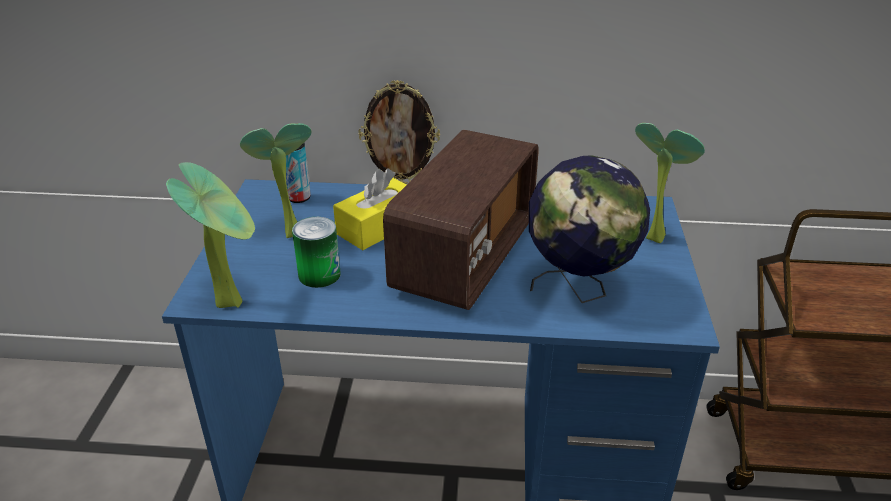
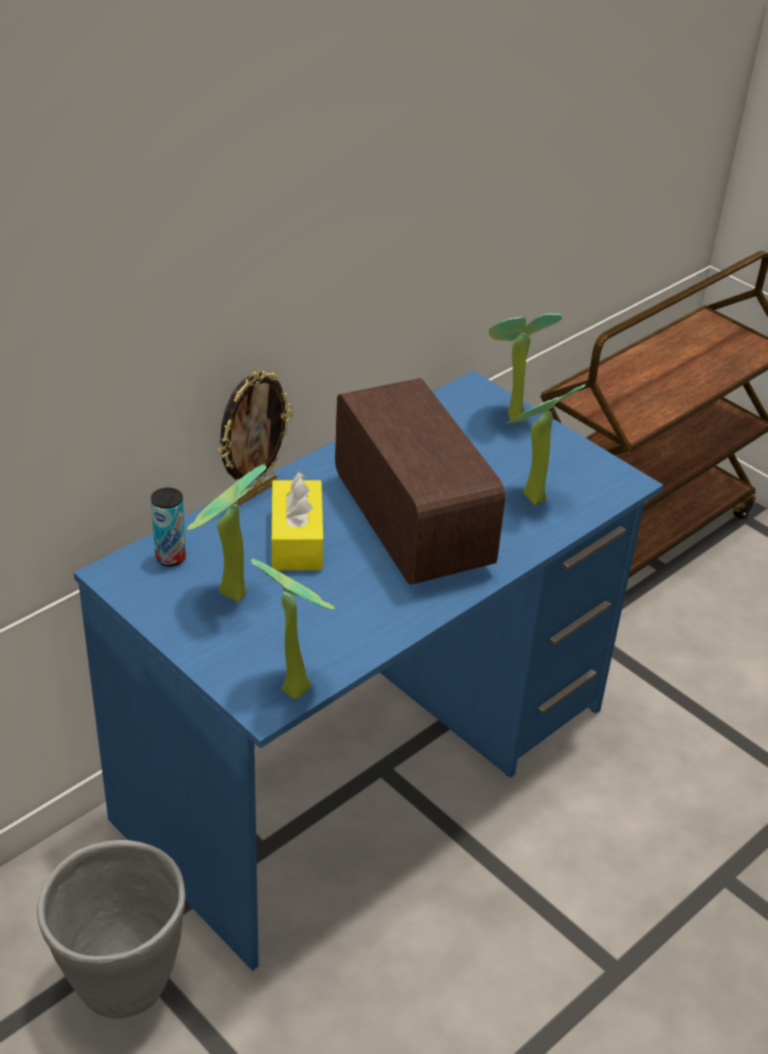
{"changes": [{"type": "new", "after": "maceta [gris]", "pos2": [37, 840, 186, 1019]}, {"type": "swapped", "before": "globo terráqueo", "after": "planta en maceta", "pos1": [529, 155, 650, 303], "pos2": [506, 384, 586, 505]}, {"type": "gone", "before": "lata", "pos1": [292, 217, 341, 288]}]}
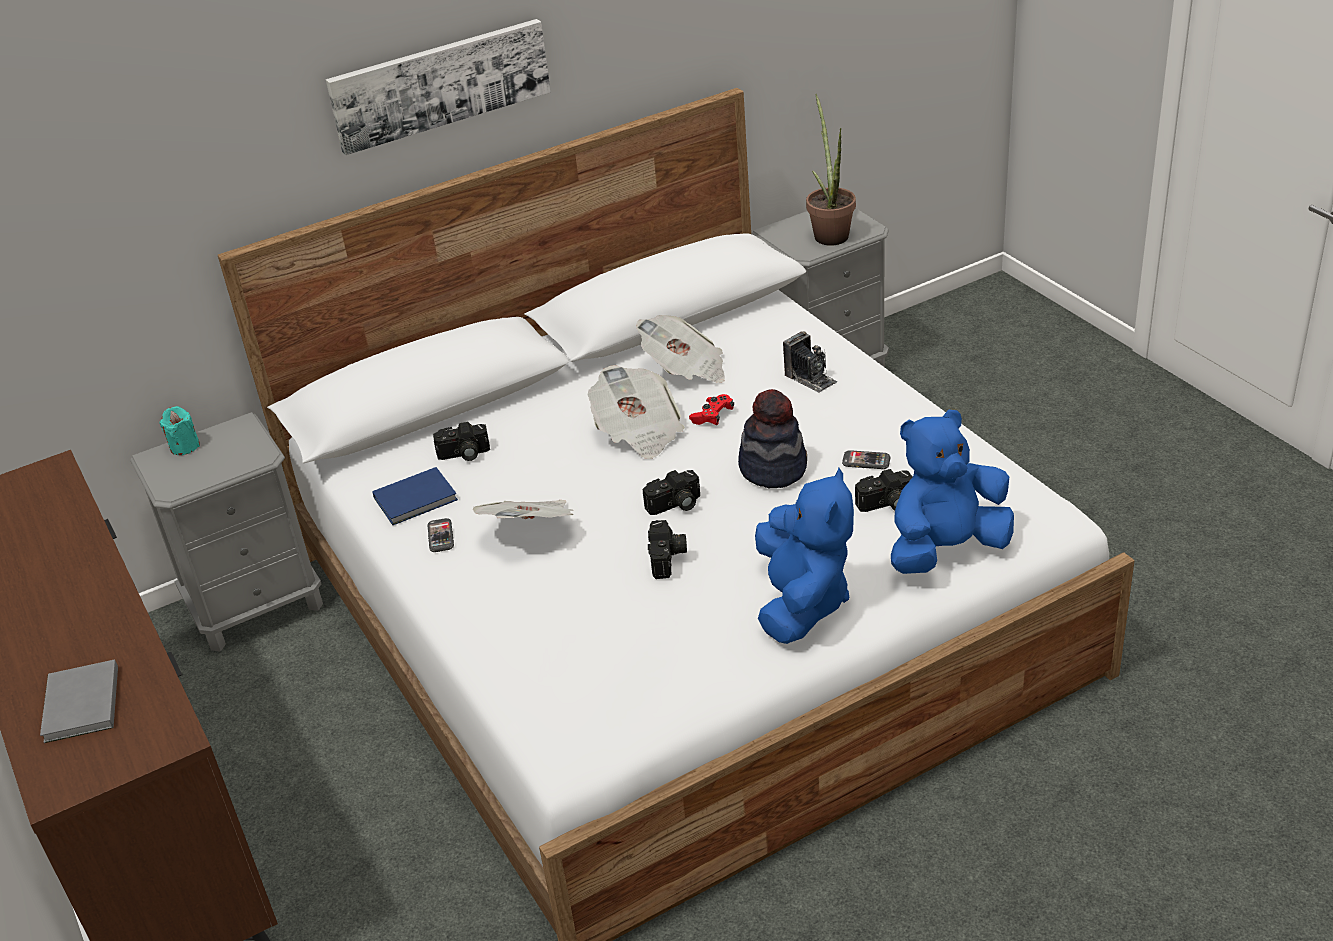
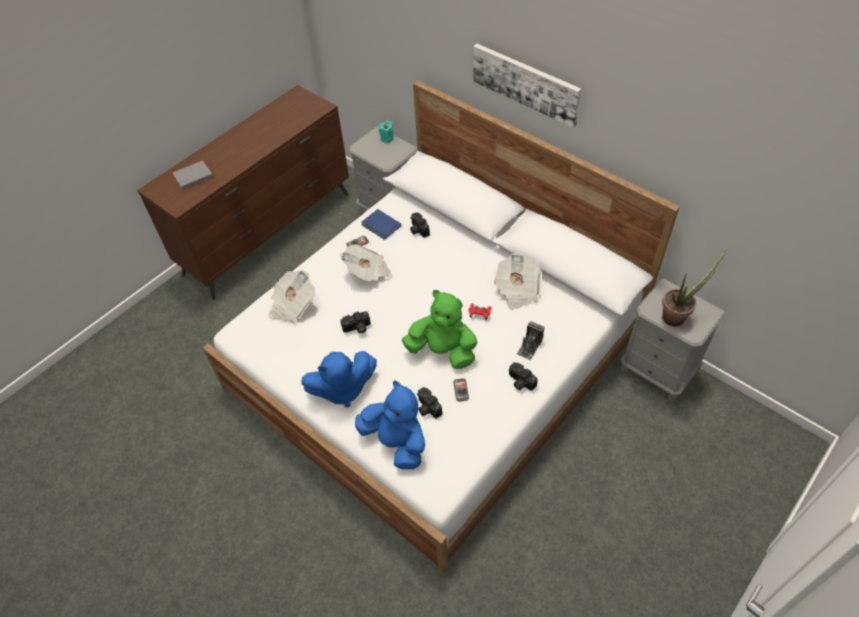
{"changes": [{"type": "shifted", "before": "periódico", "pos1": [588, 365, 685, 459], "pos2": [269, 270, 315, 323]}, {"type": "swapped", "before": "sombrero", "after": "peluche [verde]", "pos1": [738, 389, 807, 488], "pos2": [402, 290, 477, 369]}, {"type": "shifted", "before": "cámara", "pos1": [643, 470, 700, 515], "pos2": [508, 362, 538, 391]}]}
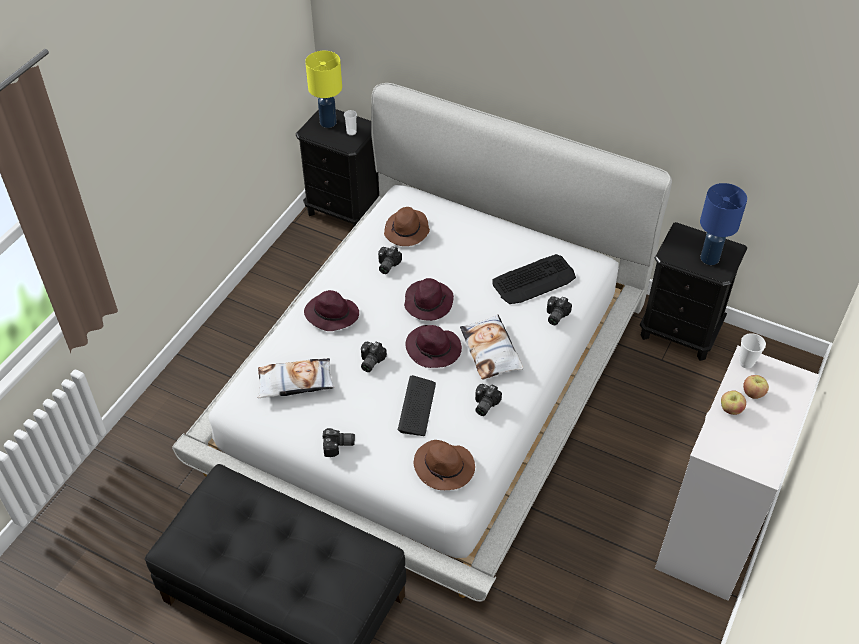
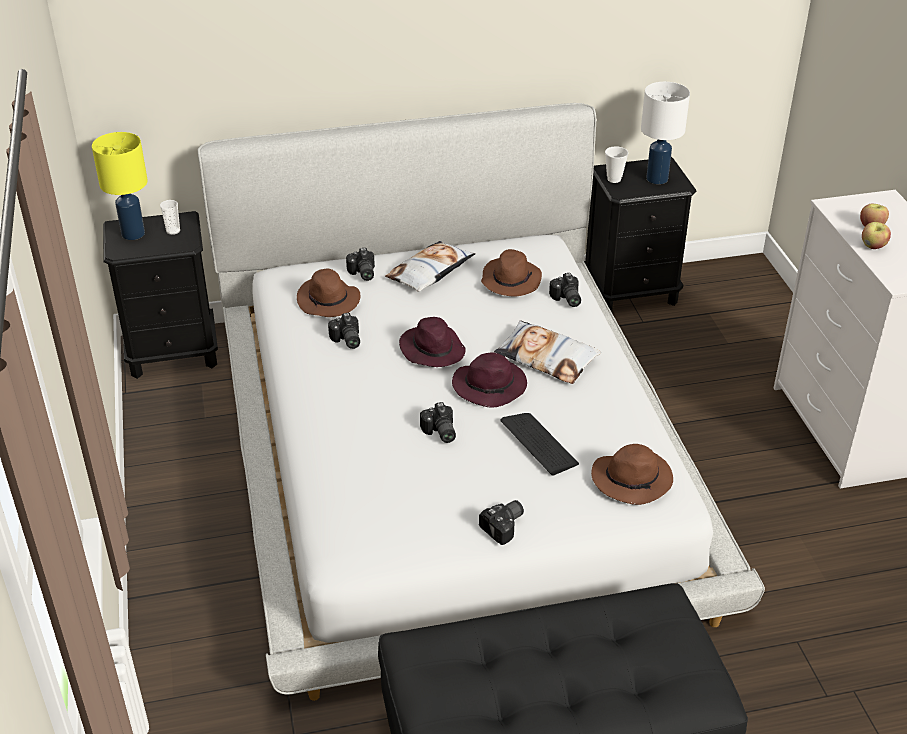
{"changes": [{"type": "shifted", "before": "cámara", "pos1": [475, 384, 502, 416], "pos2": [346, 248, 375, 281]}, {"type": "shifted", "before": "cojín", "pos1": [257, 358, 335, 398], "pos2": [385, 241, 476, 292]}, {"type": "swapped", "before": "teclado", "after": "sombrero [marrón]", "pos1": [492, 254, 576, 304], "pos2": [481, 249, 542, 297]}, {"type": "shifted", "before": "taza", "pos1": [739, 333, 766, 369], "pos2": [605, 146, 628, 183]}, {"type": "repainted", "before": "lámpara de mesa [azul]", "after": "lámpara de mesa [blanco]", "pos1": [700, 183, 747, 265], "pos2": [641, 82, 690, 184]}, {"type": "gone", "before": "sombrero [morado]", "pos1": [304, 290, 359, 331]}]}
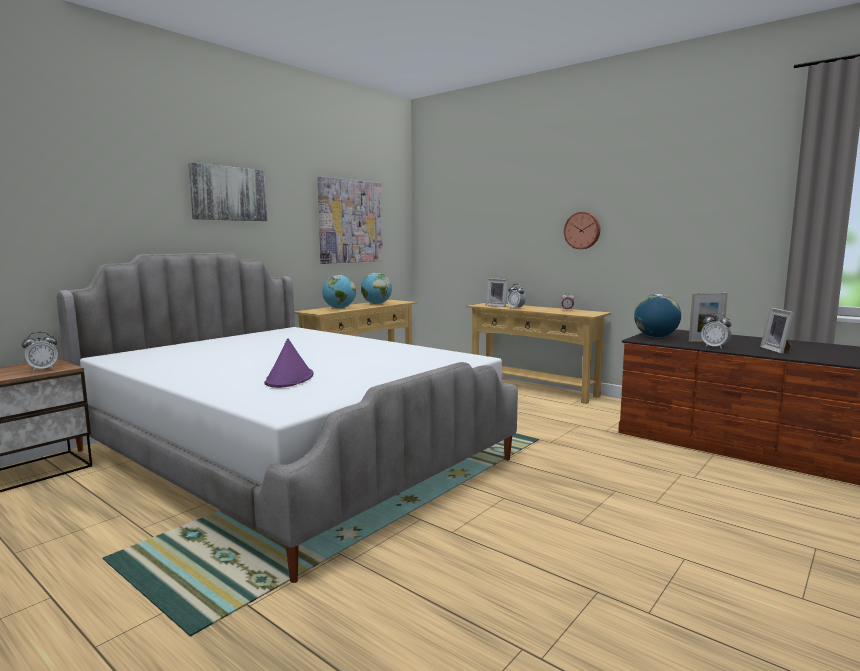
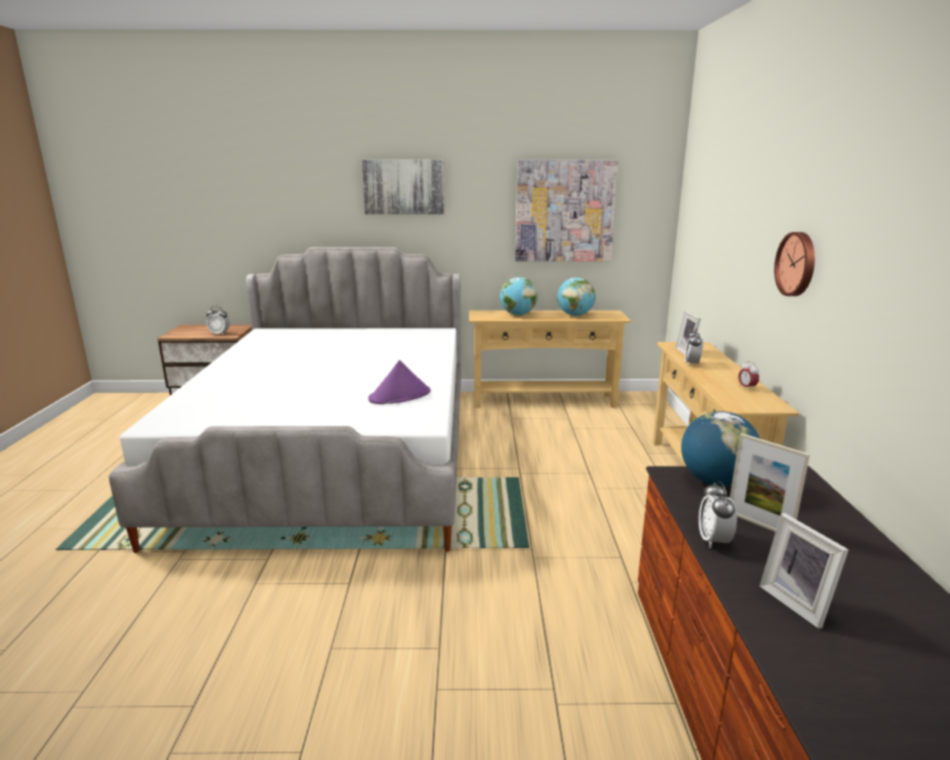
{"changes": [{"type": "shifted", "before": "sombrero [morado]", "pos1": [264, 338, 314, 388], "pos2": [368, 360, 431, 404]}, {"type": "rotated", "before": "portarretratos", "pos1": [760, 308, 794, 354], "pos2": [760, 513, 849, 629], "turn": -75}]}
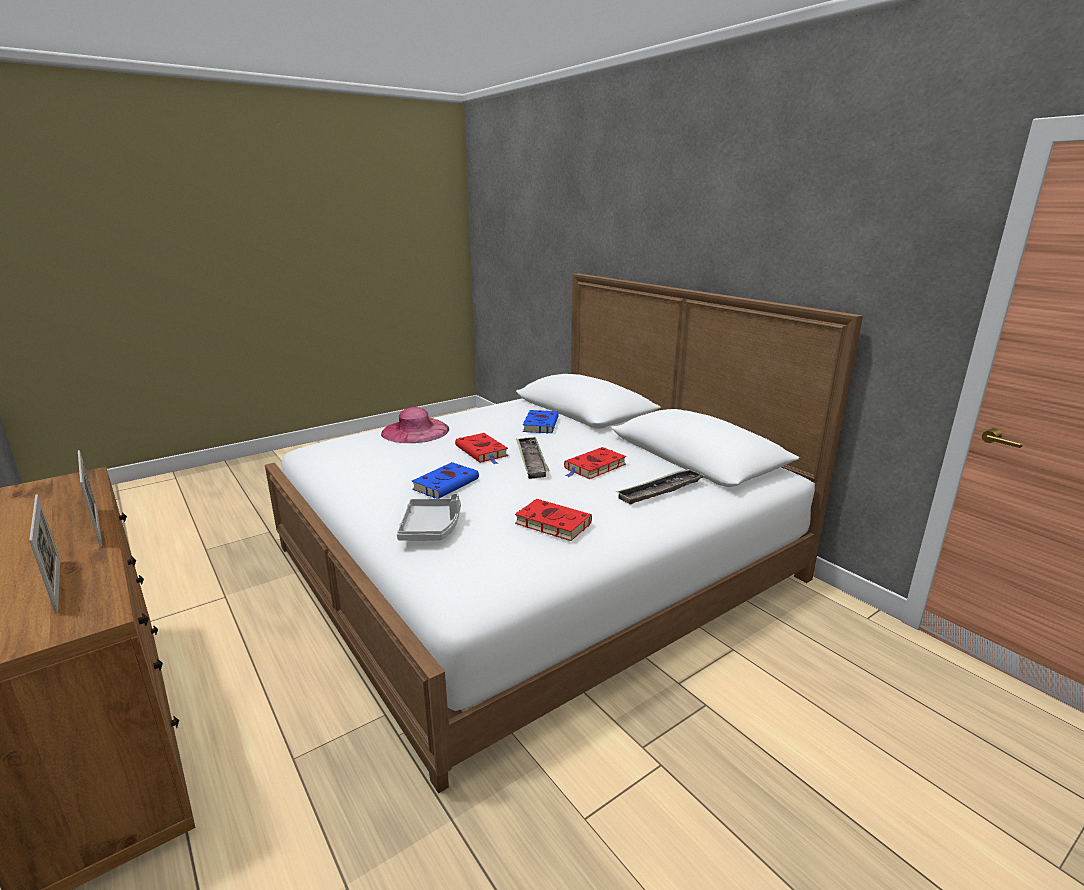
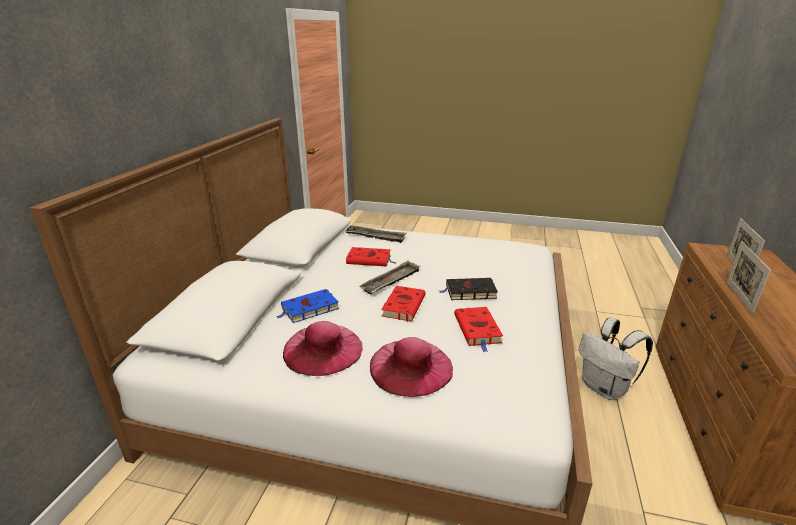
{"changes": [{"type": "new", "after": "sombrero [rosa]", "pos2": [283, 321, 363, 376]}, {"type": "repainted", "before": "libro [azul]", "after": "libro [negro]", "pos1": [412, 462, 479, 499], "pos2": [439, 278, 498, 300]}, {"type": "shifted", "before": "libro [rojo]", "pos1": [515, 499, 592, 541], "pos2": [454, 307, 503, 352]}, {"type": "new", "after": "mochila [blanco]", "pos2": [579, 317, 653, 400]}, {"type": "gone", "before": "bandeja [gris]", "pos1": [397, 493, 461, 541]}]}
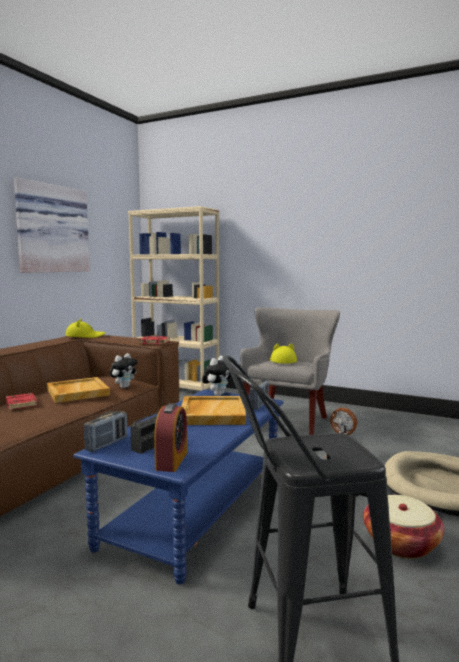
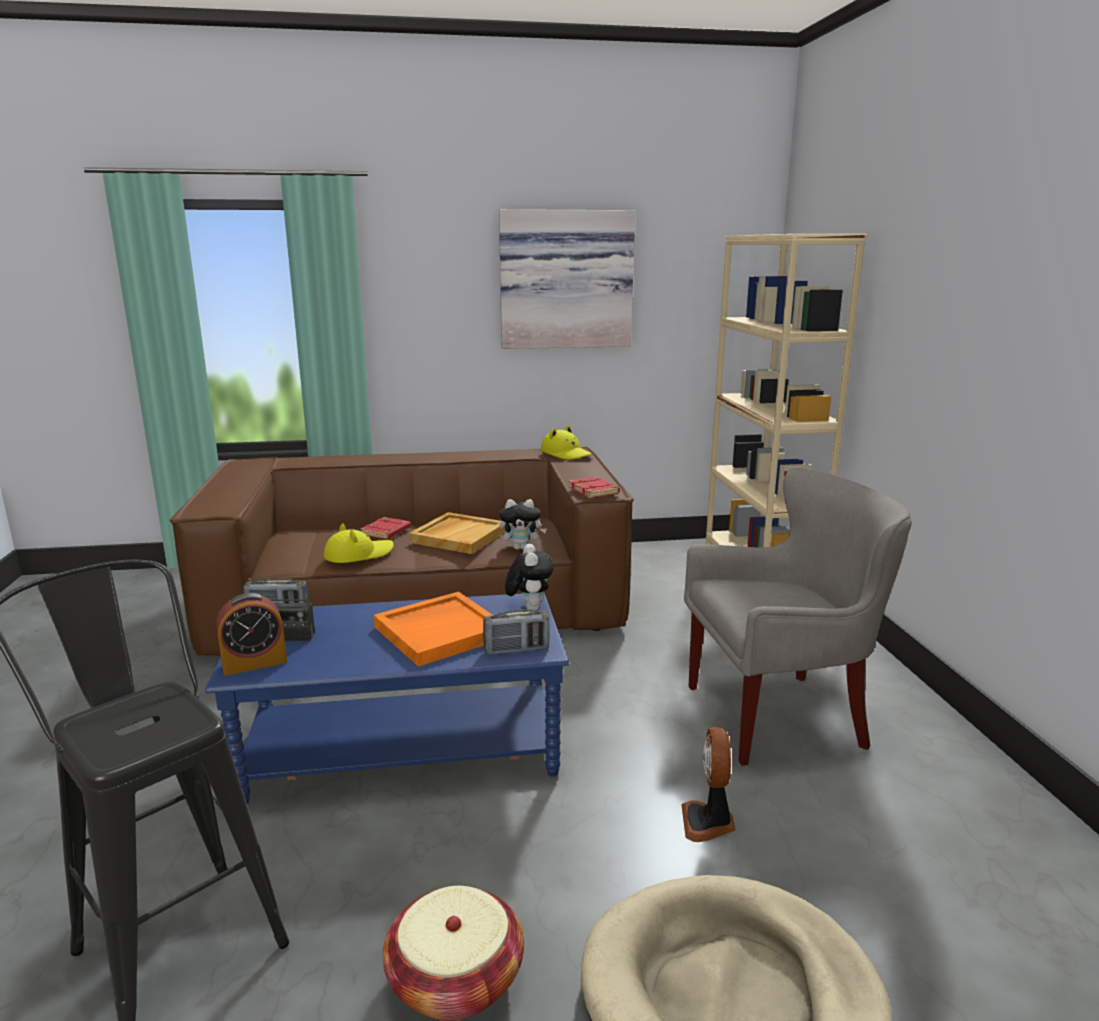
{"changes": [{"type": "shifted", "before": "sombrero [amarillo]", "pos1": [270, 343, 297, 364], "pos2": [324, 523, 394, 563]}, {"type": "repainted", "before": "bandeja [beis]", "after": "bandeja [naranja]", "pos1": [181, 396, 246, 425], "pos2": [373, 592, 492, 667]}, {"type": "rotated", "before": "peluche", "pos1": [202, 356, 231, 396], "pos2": [505, 544, 554, 610], "turn": -90}]}
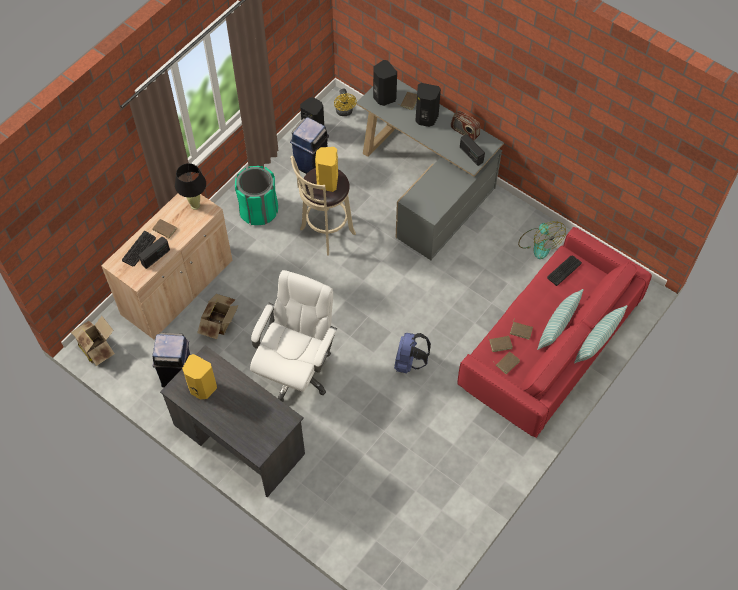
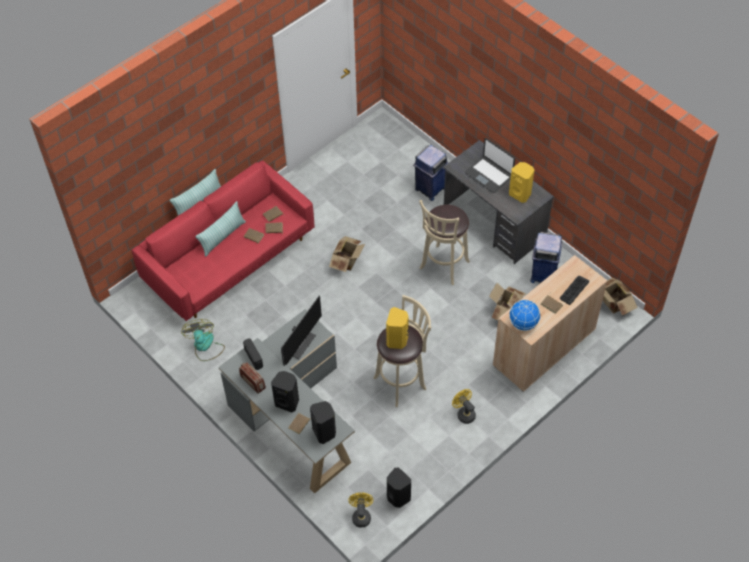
{"changes": [{"type": "new", "after": "monitor", "pos2": [281, 295, 322, 366]}, {"type": "swapped", "before": "mochila [azul]", "after": "caja de cartón", "pos1": [394, 333, 431, 373], "pos2": [329, 236, 365, 272]}, {"type": "shifted", "before": "papelera [azul]", "pos1": [290, 117, 329, 174], "pos2": [413, 145, 448, 201]}, {"type": "swapped", "before": "silla de oficina [blanco]", "after": "taburete [beis]", "pos1": [250, 270, 337, 402], "pos2": [419, 200, 470, 285]}, {"type": "swapped", "before": "papelera [verde]", "after": "ventilador [amarillo]", "pos1": [235, 166, 278, 225], "pos2": [452, 389, 476, 424]}, {"type": "new", "after": "portátil", "pos2": [465, 138, 515, 193]}, {"type": "swapped", "before": "lámpara de mesa [negro]", "after": "globo terráqueo", "pos1": [175, 163, 206, 210], "pos2": [509, 300, 541, 331]}, {"type": "gone", "before": "radio", "pos1": [139, 237, 170, 268]}, {"type": "gone", "before": "teclado", "pos1": [547, 256, 582, 286]}]}
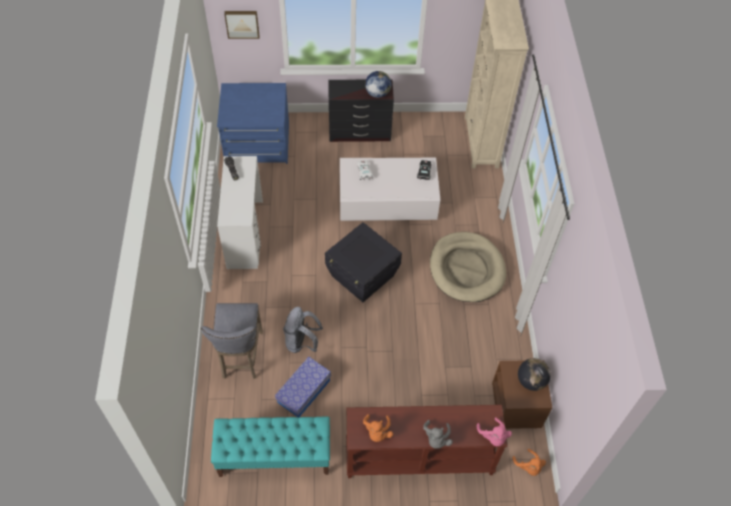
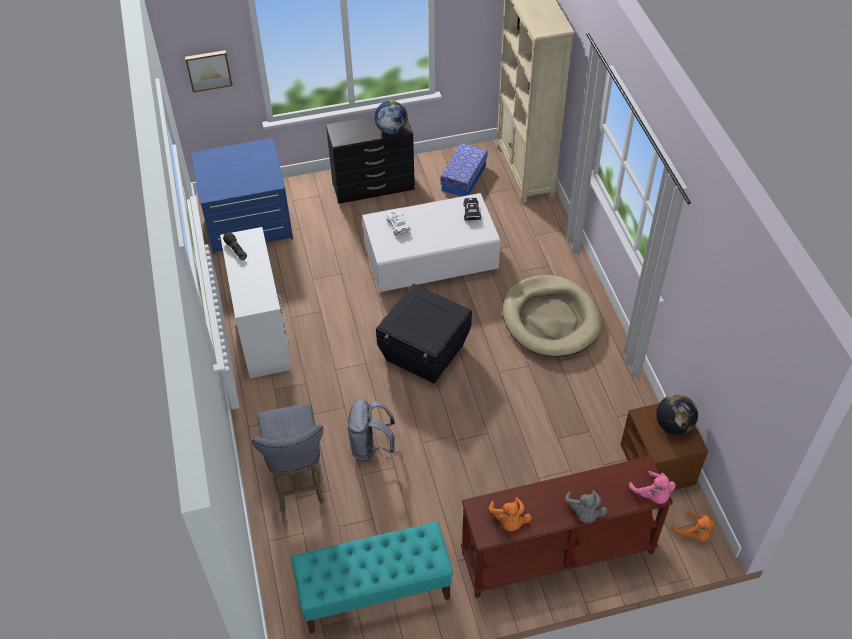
{"changes": [{"type": "shifted", "before": "caja de almacenaje", "pos1": [275, 357, 331, 417], "pos2": [441, 143, 488, 197]}]}
